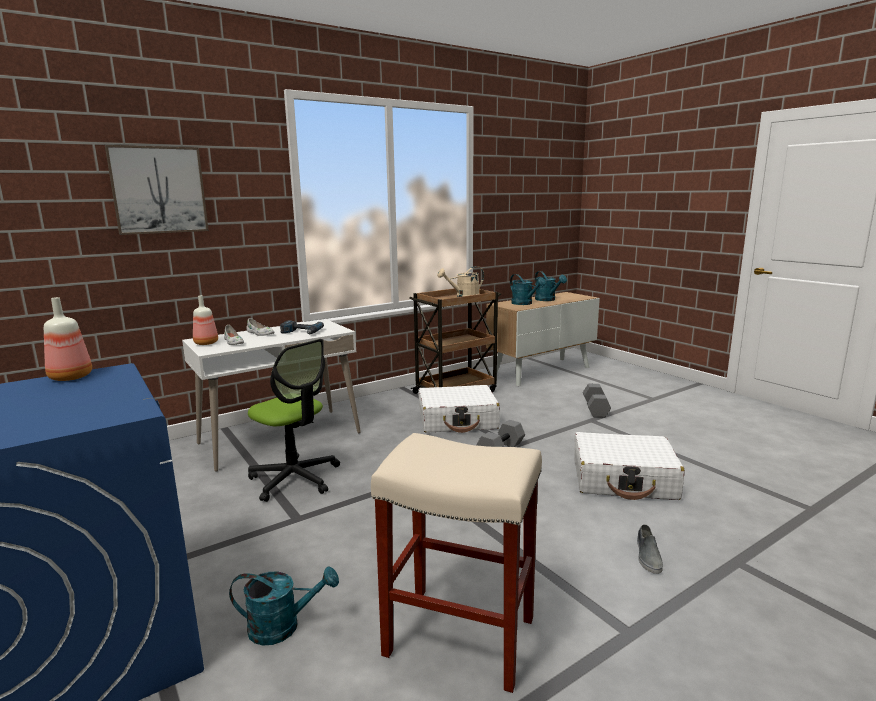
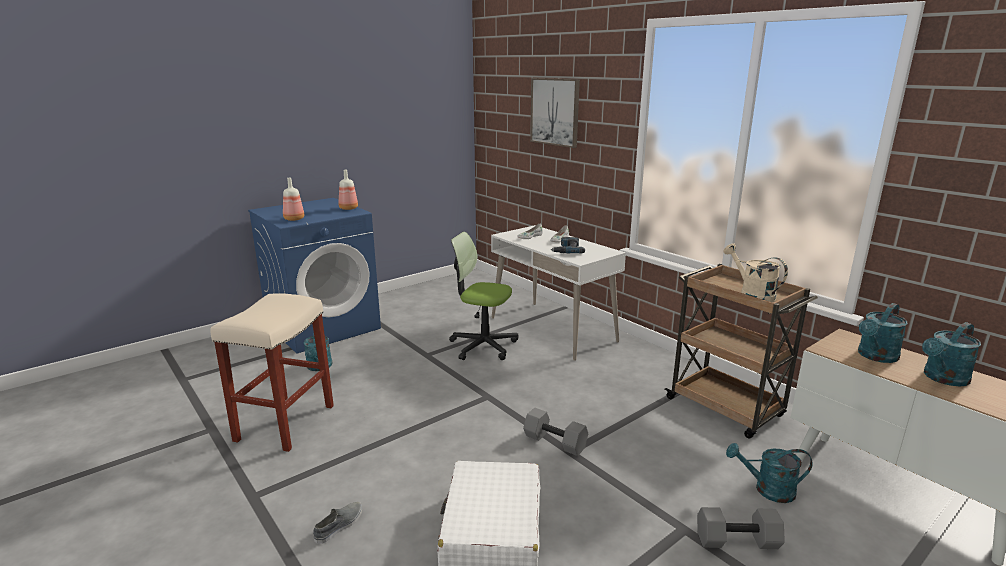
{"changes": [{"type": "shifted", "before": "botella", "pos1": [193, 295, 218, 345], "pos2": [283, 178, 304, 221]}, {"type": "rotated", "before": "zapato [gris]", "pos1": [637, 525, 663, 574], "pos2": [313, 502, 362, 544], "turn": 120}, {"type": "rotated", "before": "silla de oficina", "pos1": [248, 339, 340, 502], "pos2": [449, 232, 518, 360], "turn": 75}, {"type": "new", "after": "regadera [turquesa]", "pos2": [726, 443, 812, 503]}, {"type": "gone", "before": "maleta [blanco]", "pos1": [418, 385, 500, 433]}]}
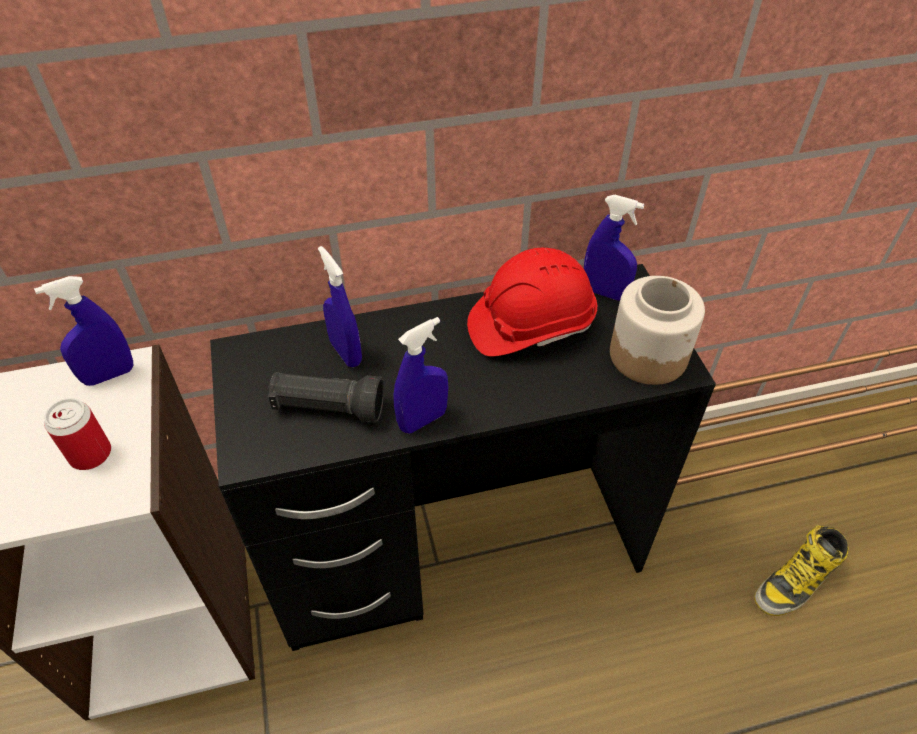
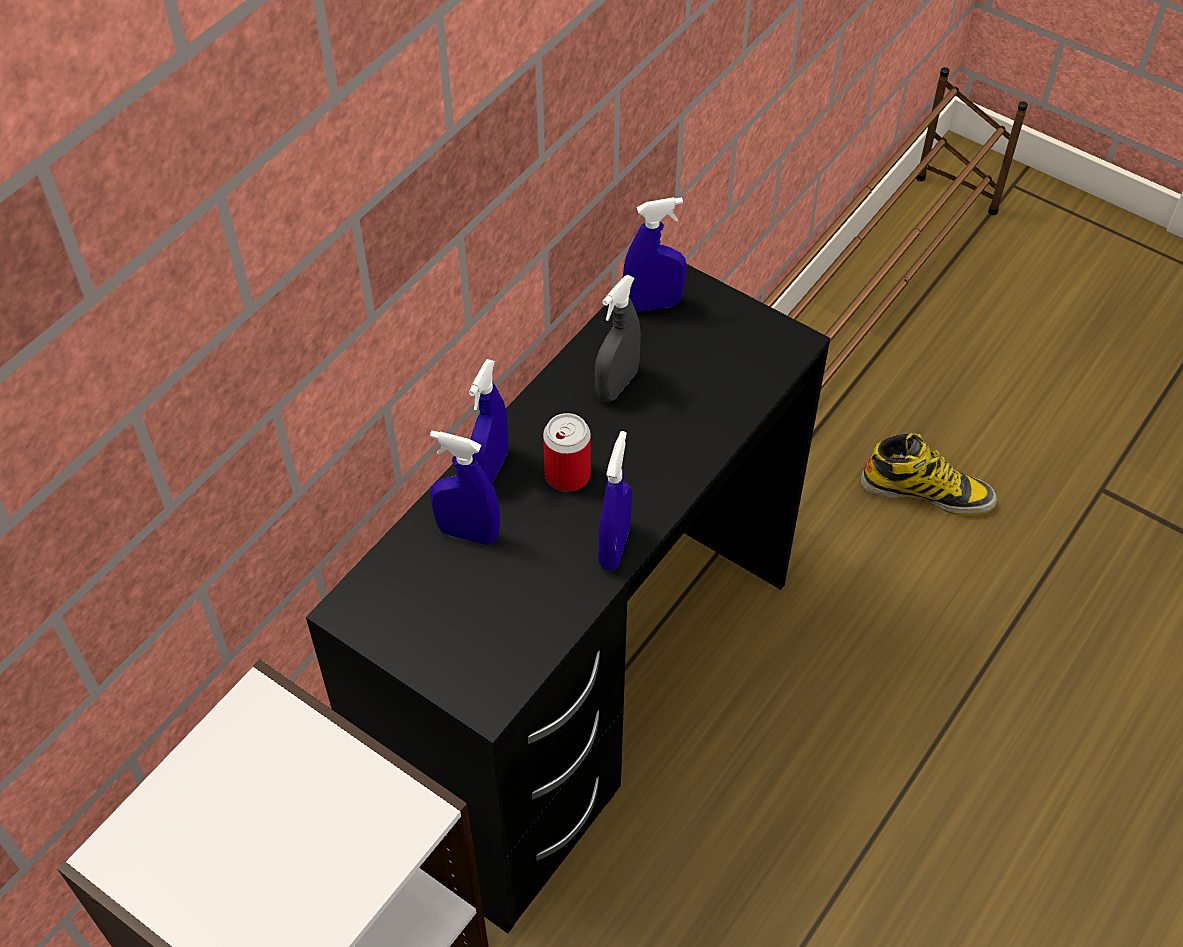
{"changes": [{"type": "shifted", "before": "pulverizador [azul]", "pos1": [34, 276, 133, 386], "pos2": [469, 359, 508, 484]}, {"type": "shifted", "before": "lata", "pos1": [44, 398, 111, 470], "pos2": [543, 413, 591, 491]}, {"type": "swapped", "before": "casco [rojo]", "after": "pulverizador [gris]", "pos1": [467, 248, 597, 357], "pos2": [595, 275, 641, 402]}, {"type": "rotated", "before": "bota", "pos1": [754, 525, 849, 616], "pos2": [861, 433, 997, 515], "turn": -90}, {"type": "gone", "before": "linterna [negro]", "pos1": [268, 372, 384, 423]}, {"type": "gone", "before": "tarro", "pos1": [610, 276, 705, 385]}]}
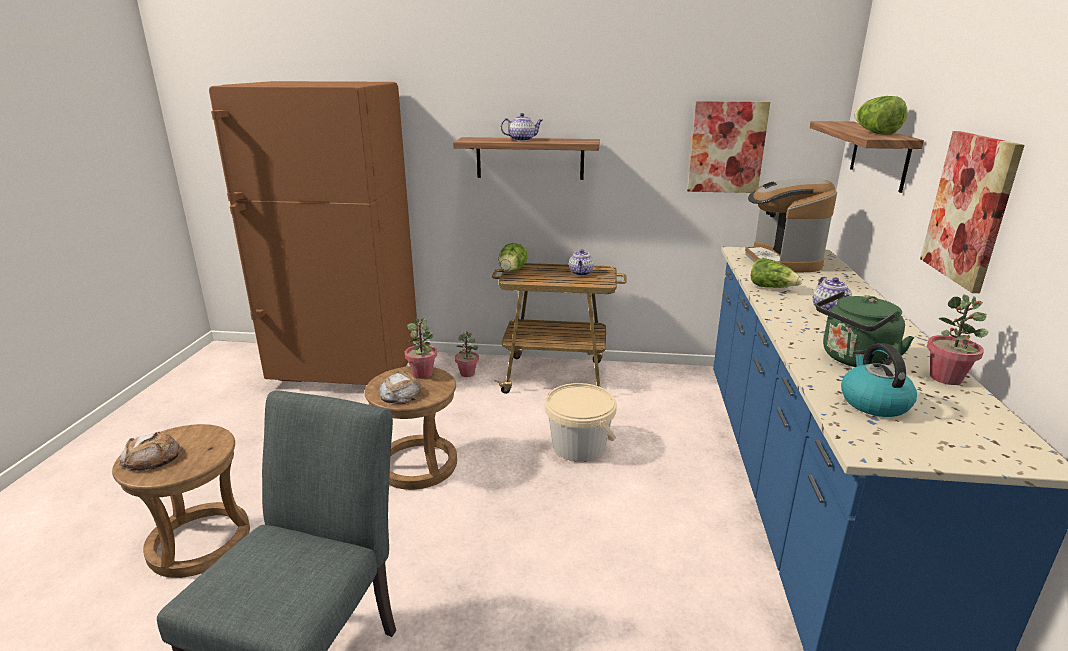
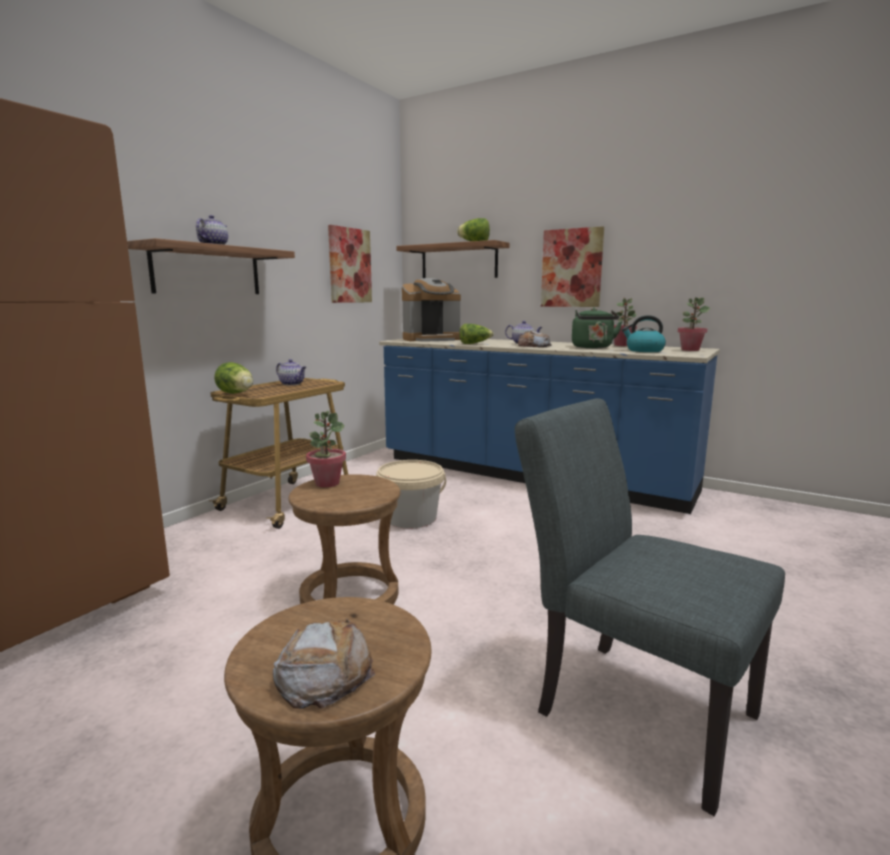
{"changes": [{"type": "rotated", "before": "cafetera", "pos1": [745, 178, 837, 273], "pos2": [402, 278, 461, 342], "turn": -45}, {"type": "shifted", "before": "pan", "pos1": [379, 371, 421, 404], "pos2": [518, 330, 552, 347]}, {"type": "shifted", "before": "planta en maceta", "pos1": [455, 331, 479, 377], "pos2": [678, 297, 710, 351]}]}
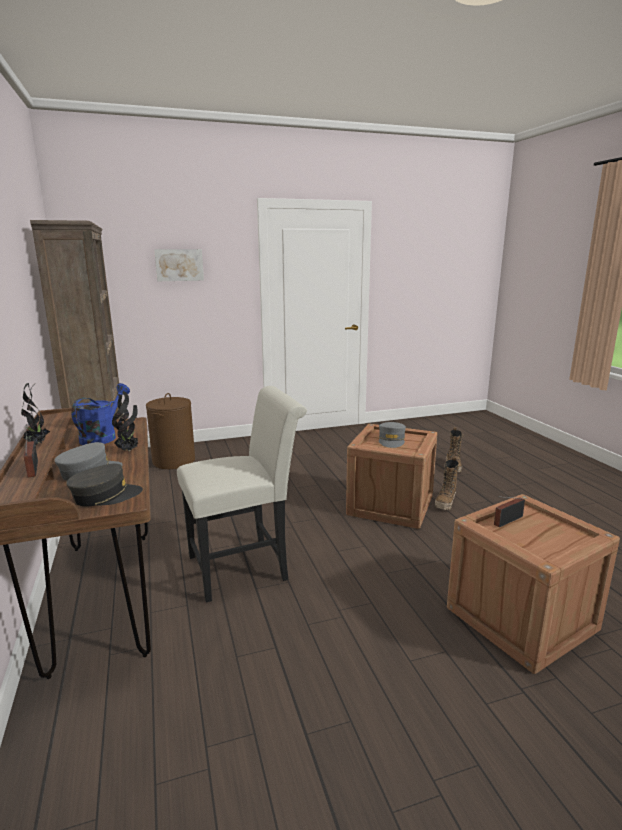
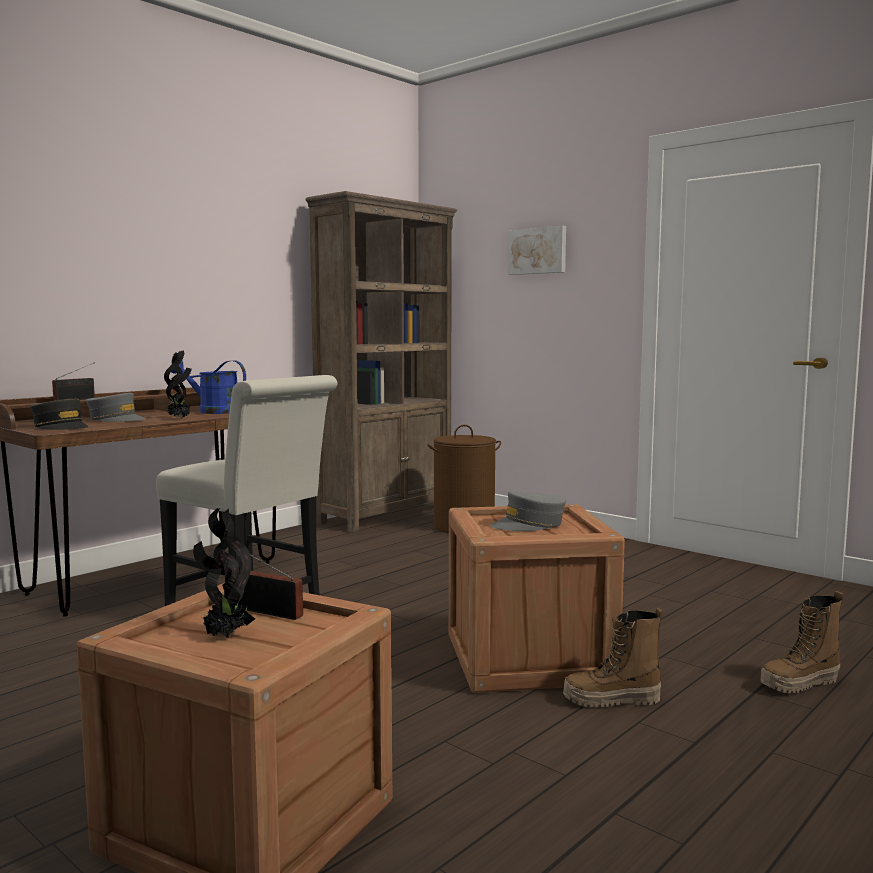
{"changes": [{"type": "rotated", "before": "regadera [azul]", "pos1": [71, 383, 130, 445], "pos2": [171, 360, 246, 414], "turn": -150}, {"type": "shifted", "before": "planta en maceta", "pos1": [21, 383, 50, 445], "pos2": [193, 508, 255, 638]}]}
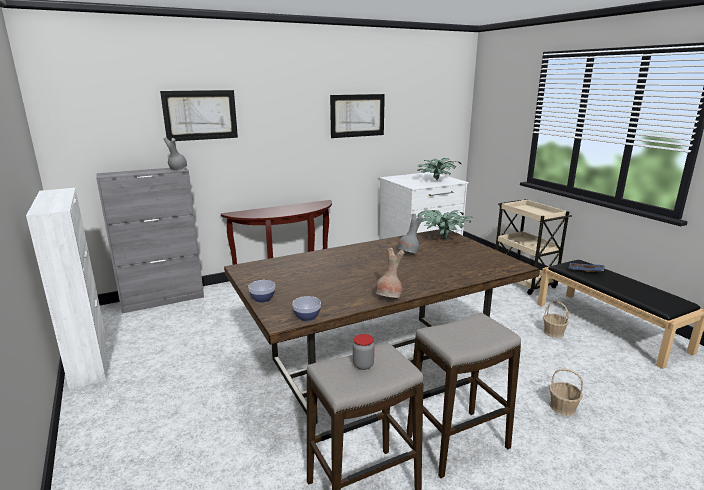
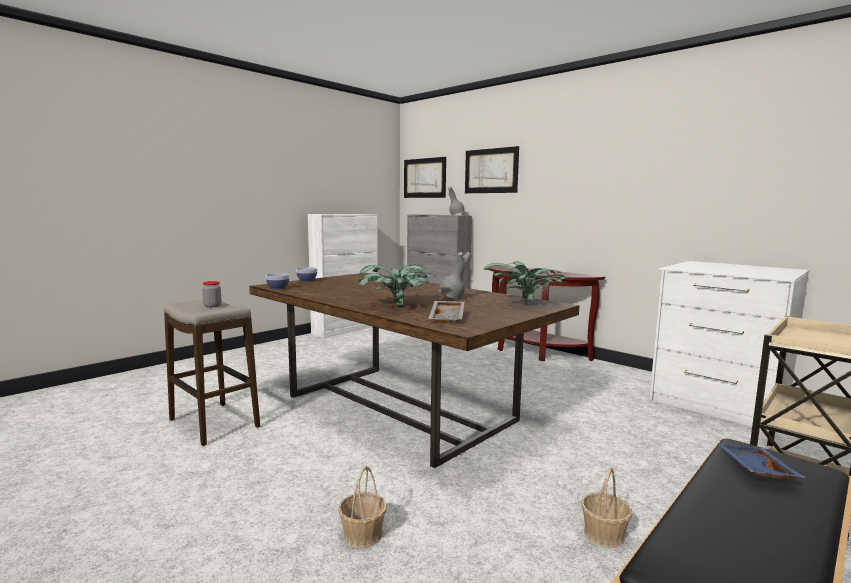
{"changes": [{"type": "shifted", "before": "planta en maceta", "pos1": [417, 158, 461, 180], "pos2": [358, 265, 436, 306]}, {"type": "shifted", "before": "cuadro", "pos1": [330, 94, 385, 138], "pos2": [404, 157, 446, 198]}, {"type": "new", "after": "bandeja [gris]", "pos2": [428, 301, 465, 323]}, {"type": "gone", "before": "florero [marrón]", "pos1": [375, 248, 404, 298]}, {"type": "gone", "before": "taburete", "pos1": [407, 313, 521, 478]}]}
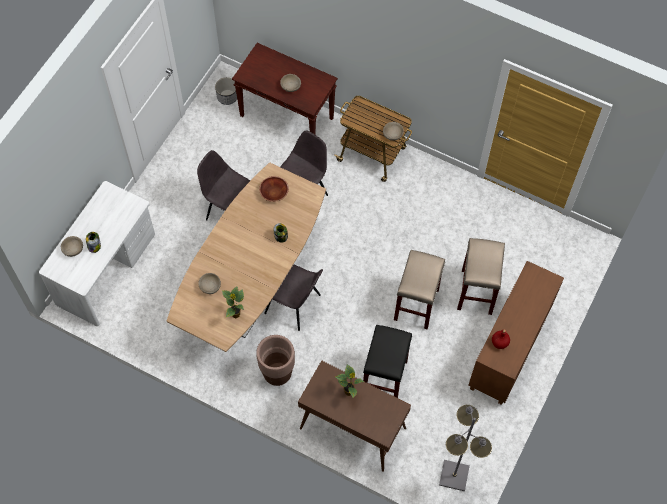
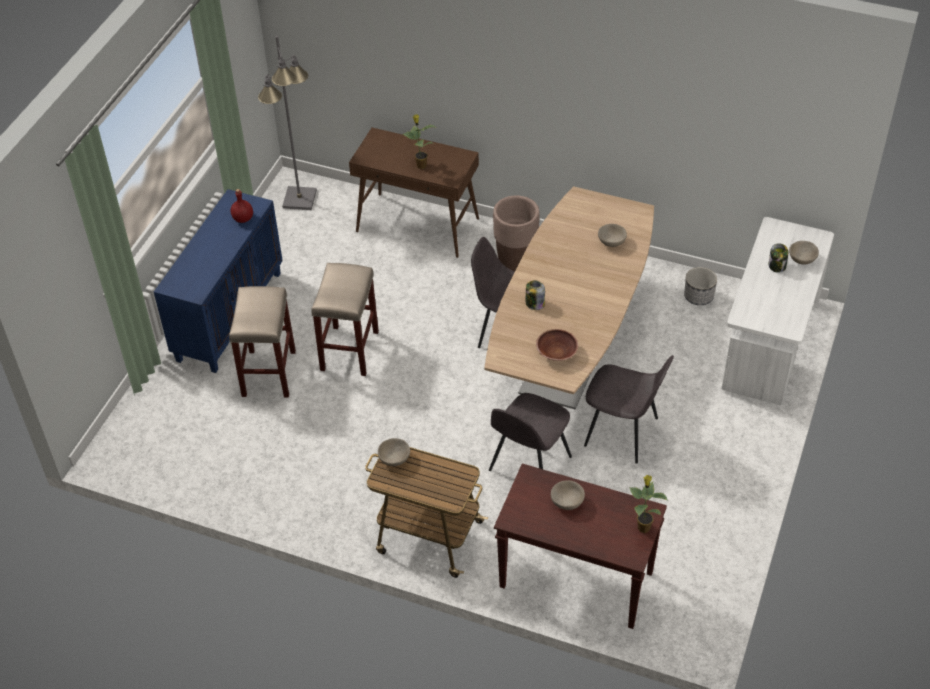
{"changes": [{"type": "repainted", "before": "armario [marrón]", "after": "armario [azul]", "pos1": [468, 261, 564, 405], "pos2": [154, 189, 283, 373]}, {"type": "shifted", "before": "planta en maceta", "pos1": [222, 286, 244, 318], "pos2": [629, 475, 668, 533]}, {"type": "shifted", "before": "maceta", "pos1": [215, 77, 237, 105], "pos2": [684, 267, 717, 305]}, {"type": "gone", "before": "taburete [negro]", "pos1": [363, 325, 412, 398]}]}
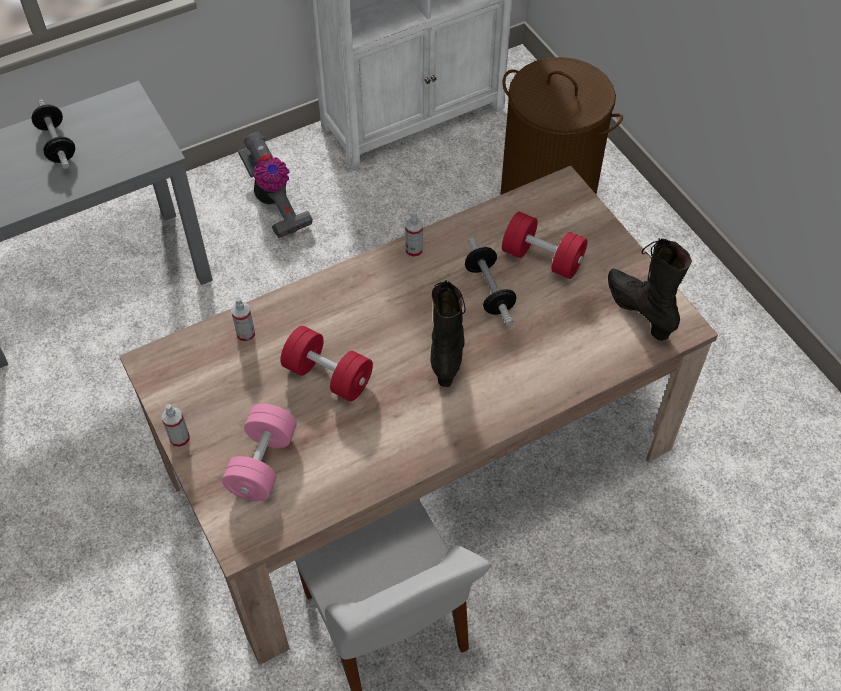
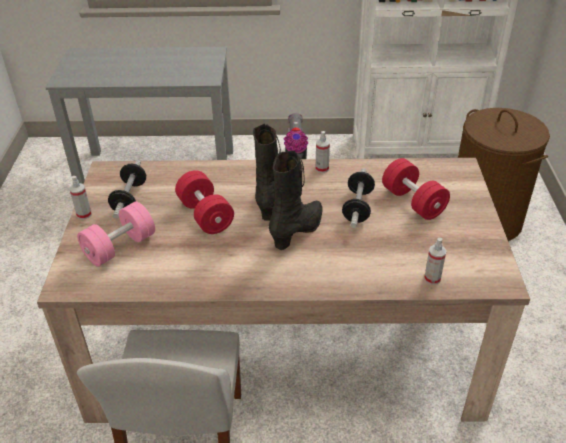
{"changes": [{"type": "shifted", "before": "mancuerna", "pos1": [31, 100, 75, 169], "pos2": [108, 160, 146, 219]}, {"type": "shifted", "before": "bota [negro]", "pos1": [608, 238, 692, 341], "pos2": [253, 123, 281, 221]}, {"type": "shifted", "before": "pulverizador", "pos1": [231, 297, 255, 342], "pos2": [424, 238, 447, 285]}]}
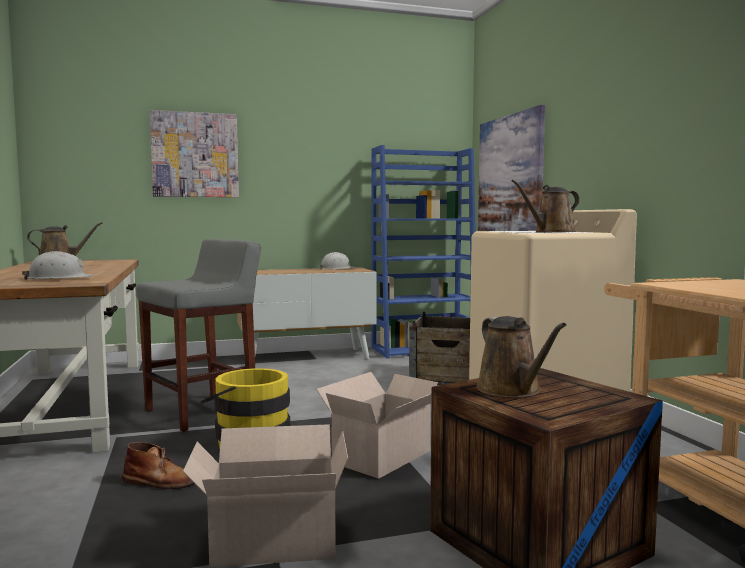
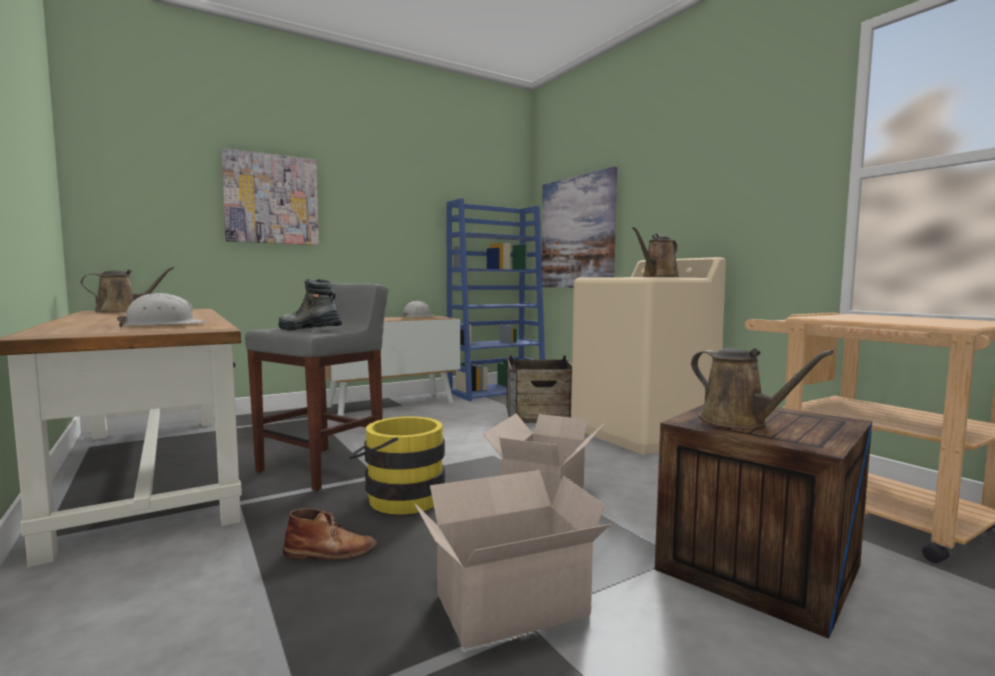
{"changes": [{"type": "new", "after": "bota", "pos2": [278, 279, 342, 331]}]}
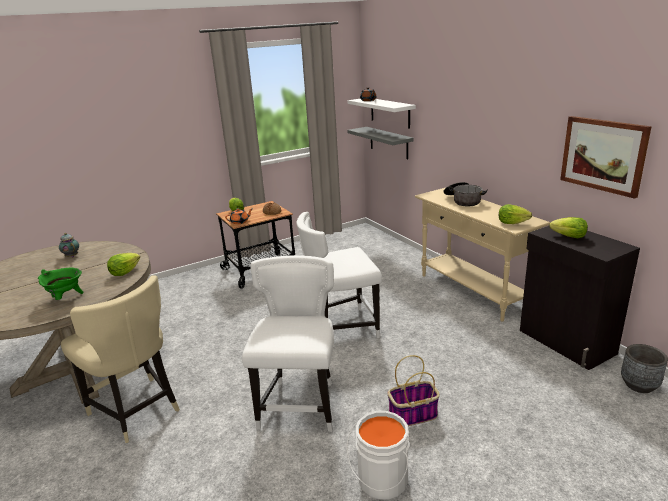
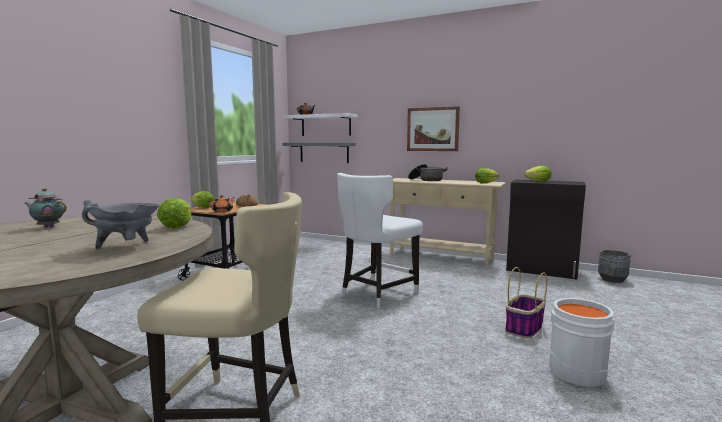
{"changes": [{"type": "repainted", "before": "olla [verde]", "after": "olla [gris]", "pos1": [38, 268, 84, 300], "pos2": [82, 200, 159, 249]}, {"type": "shifted", "before": "cuadro", "pos1": [560, 116, 652, 199], "pos2": [407, 106, 460, 151]}, {"type": "gone", "before": "silla [blanco]", "pos1": [242, 255, 334, 432]}]}
